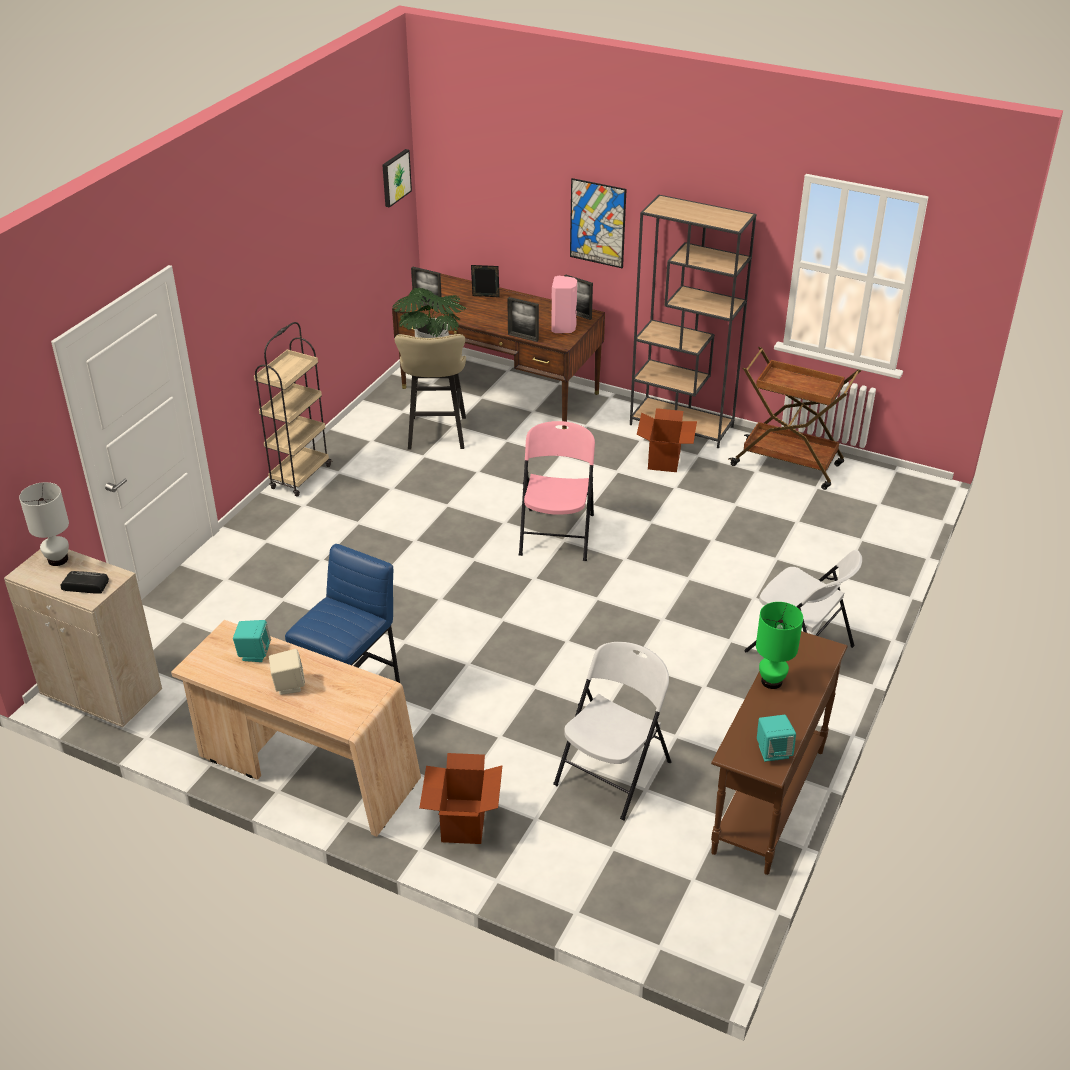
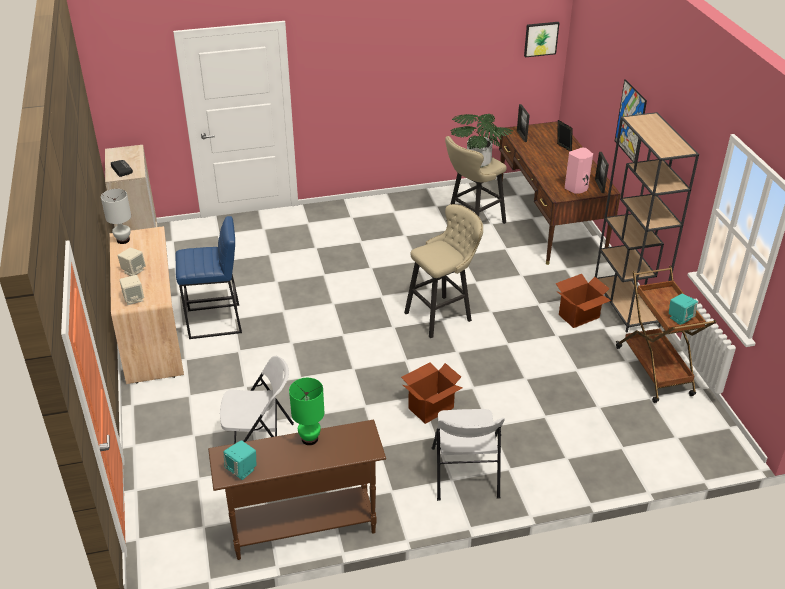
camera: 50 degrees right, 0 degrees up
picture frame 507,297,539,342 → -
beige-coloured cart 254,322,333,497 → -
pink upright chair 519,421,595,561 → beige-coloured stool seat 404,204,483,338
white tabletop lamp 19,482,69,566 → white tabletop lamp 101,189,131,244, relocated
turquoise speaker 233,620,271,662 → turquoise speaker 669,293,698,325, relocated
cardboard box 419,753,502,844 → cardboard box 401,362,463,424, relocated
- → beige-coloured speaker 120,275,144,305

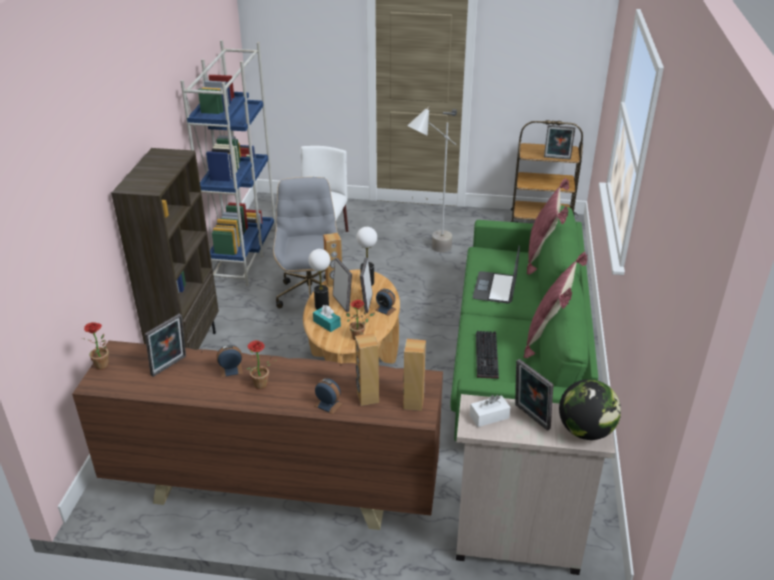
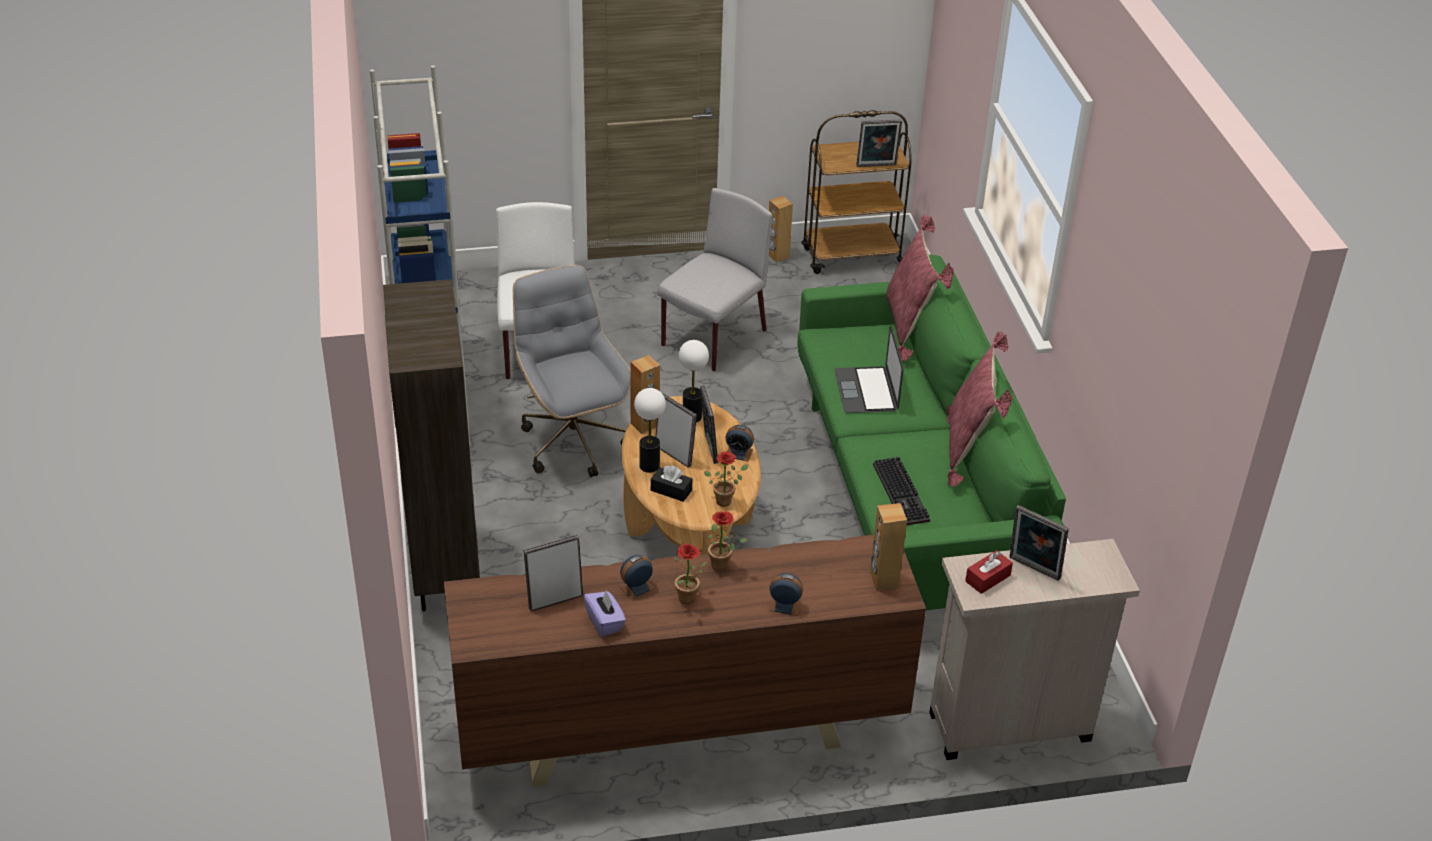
camera: 20 degrees left, 5 degrees up
grey standard lamp 407,106,456,252 → grey upright chair 657,188,772,371
turquoise box of tissues 313,305,341,332 → black box of tissues 651,465,692,502
picture frame 145,314,186,377 → picture frame 524,535,583,611, 135 degrees counterclockwise
plant in a pot 82,322,109,370 → plant in a pot 708,511,748,571, relocated
brown speaker 355,333,379,406 → brown speaker 769,196,793,263, relocated
world globe 559,379,621,440 → -
white box of tissues 470,395,511,427 → reddish box of tissues 965,550,1013,594
- → purple box of tissues 583,591,626,637

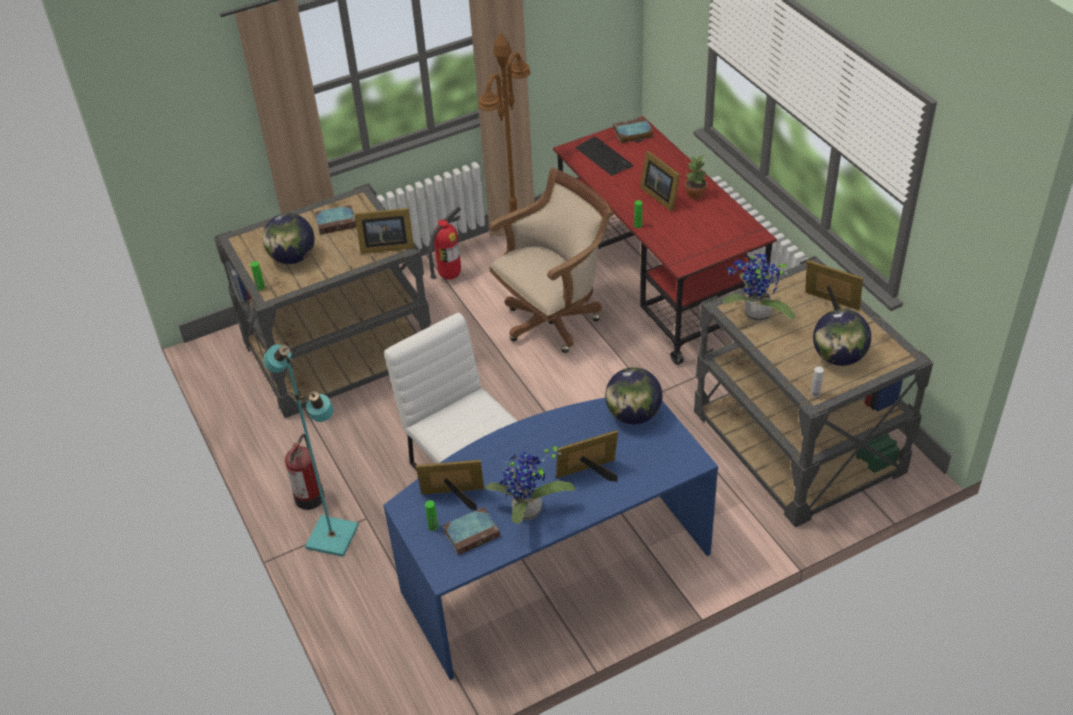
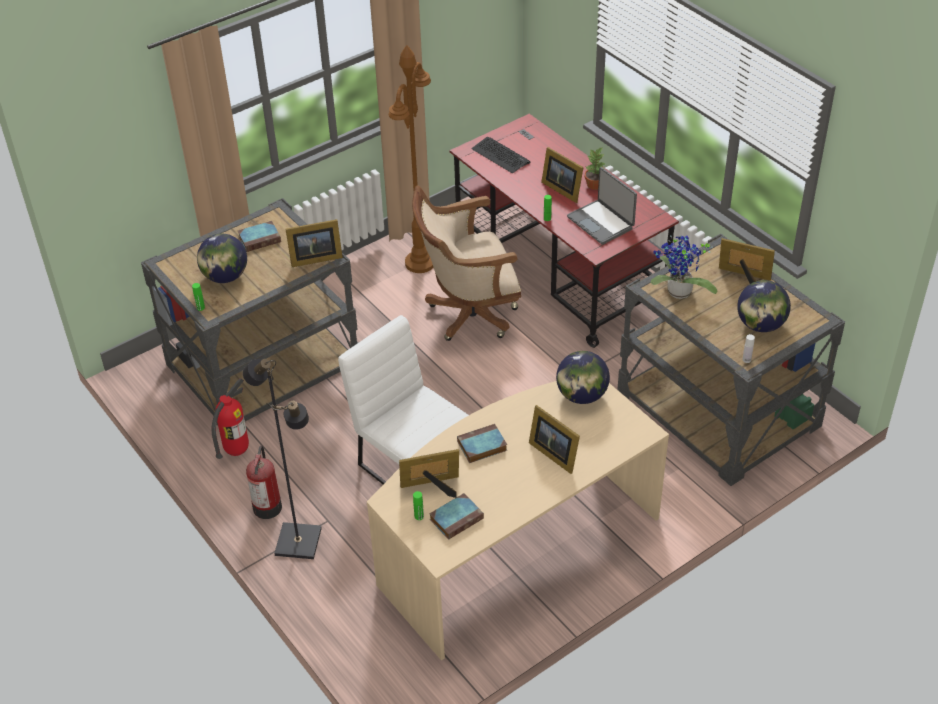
camera: 10 degrees left, 0 degrees up
volume 613,118,653,143 → volume 457,424,507,463, relocated
office chair 489,167,614,353 → office chair 412,186,521,341, 150 degrees counterclockwise
fire-fighting cylinder 428,206,461,280 → fire-fighting cylinder 212,378,249,459, relocated
turquoise standard lamp 263,344,359,557 → black standard lamp 243,359,322,559
blue-coloured desk unit 383,398,718,680 → beige-coloured desk unit 367,381,669,660
picture frame 556,430,618,482 → picture frame 529,405,580,474, 105 degrees counterclockwise
plant in a pot 486,447,575,523 → -
- → laptop 567,167,637,244

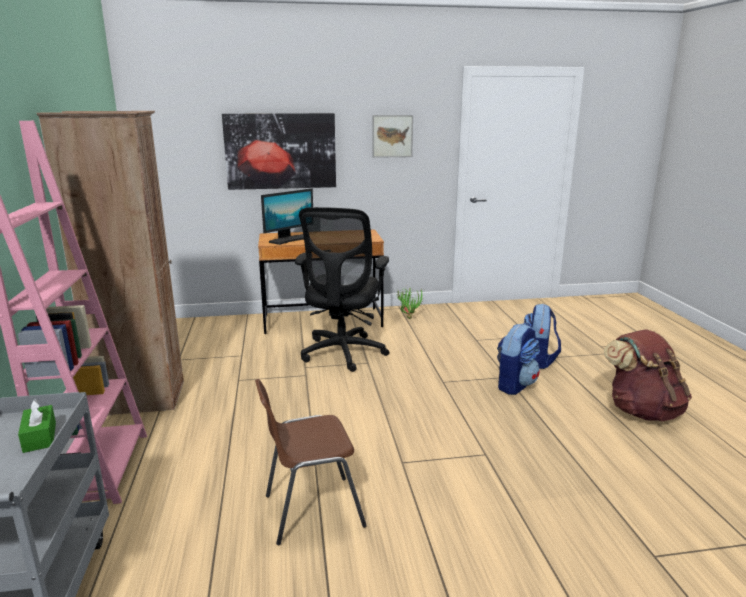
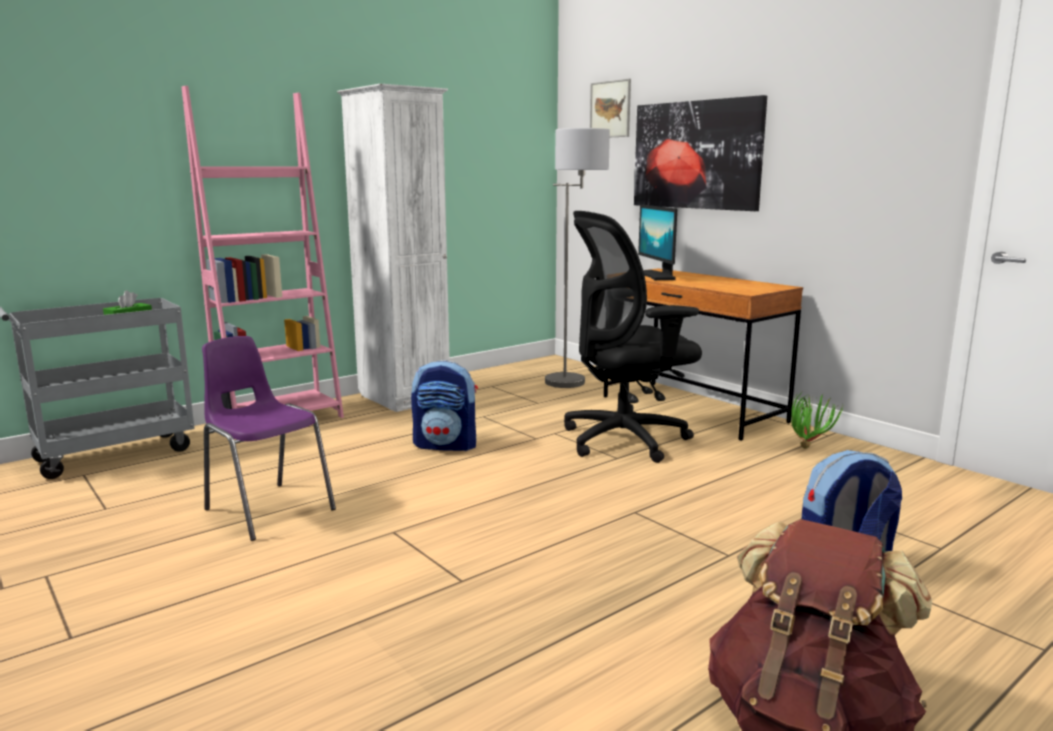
camera: 60 degrees right, 5 degrees down
brown cabinet 37,111,184,415 → white cabinet 337,84,450,412
wall art 373,115,413,158 → wall art 590,79,631,137, relocated
computer screen 261,188,313,245 → computer screen 638,204,677,280, 60 degrees clockwise
knapsack 497,323,540,395 → knapsack 411,360,478,451, relocated
brown upright chair 255,379,367,545 → purple upright chair 202,336,336,541
- → grey standard lamp 545,128,610,388

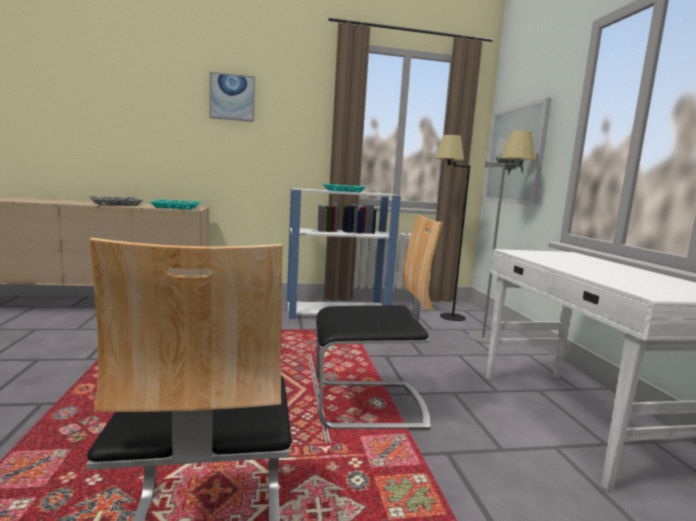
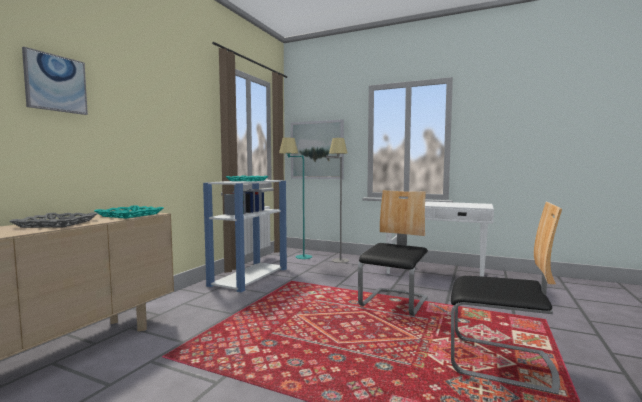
camera: 55 degrees left, 5 degrees down
wall art 210,72,255,122 → wall art 22,47,88,115, relocated
black standard lamp 435,135,470,321 → turquoise standard lamp 279,137,312,259

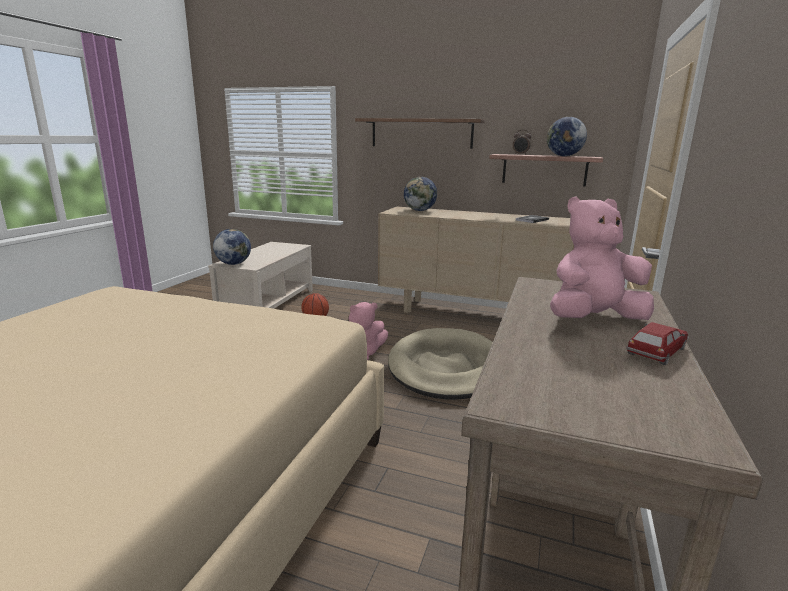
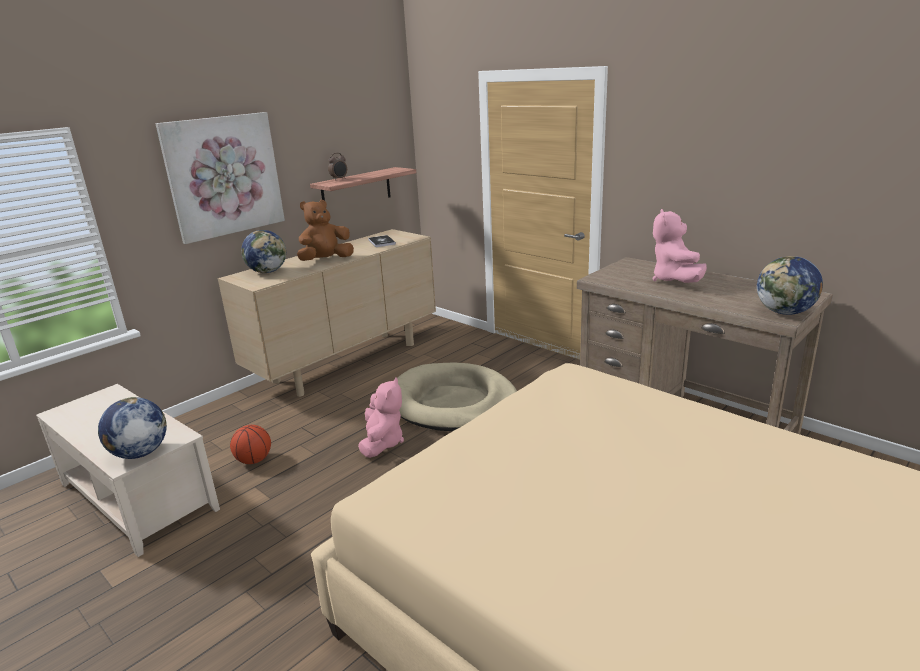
camera: 65 degrees left, 5 degrees up
world globe 547,117,587,156 → world globe 757,256,823,315, relocated
brown shelf 355,118,485,149 → wall art 156,112,285,244
model car 626,322,689,365 → -
- → brown cuddly toy 297,200,354,261

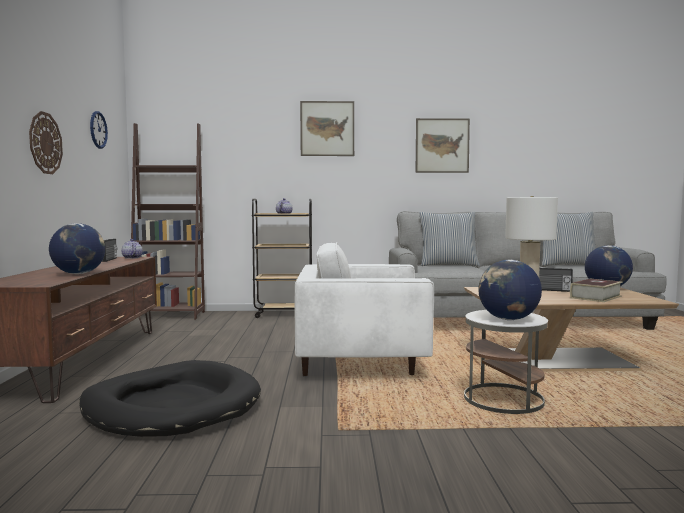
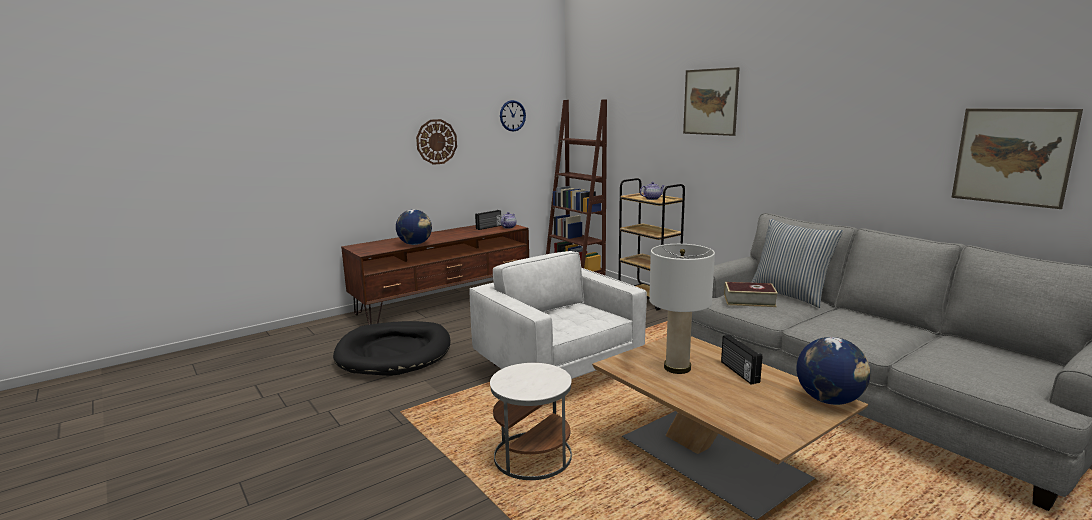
camera: 55 degrees right, 10 degrees up
wall art 415,118,470,173 → wall art 951,109,1083,209, relocated
pillow 542,212,596,266 → -
world globe 478,260,542,320 → -
volume 570,279,623,302 → volume 724,282,778,307, relocated

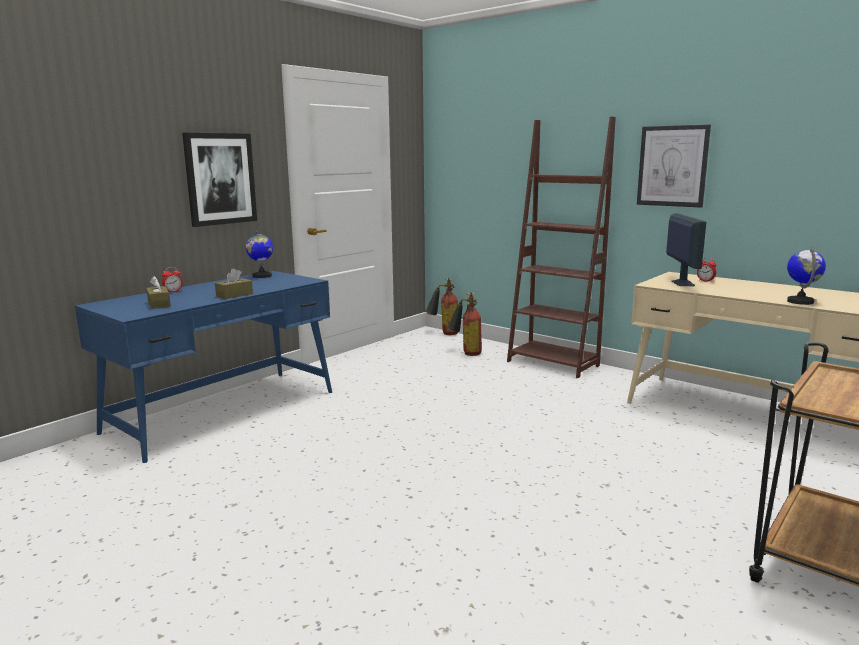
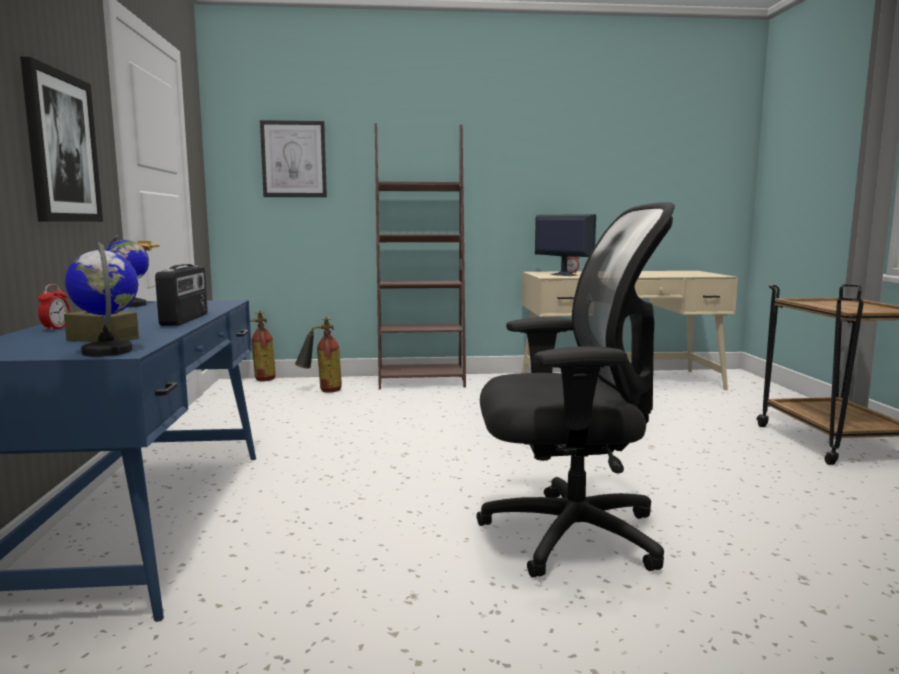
camera: 45 degrees left, 5 degrees down
wall art 637,124,711,208 → wall art 260,120,327,197, relocated
world globe 787,247,826,305 → world globe 65,242,138,357, relocated
brown box of tissues 215,268,253,299 → radio 155,264,208,326
- → black office chair 476,202,675,577

